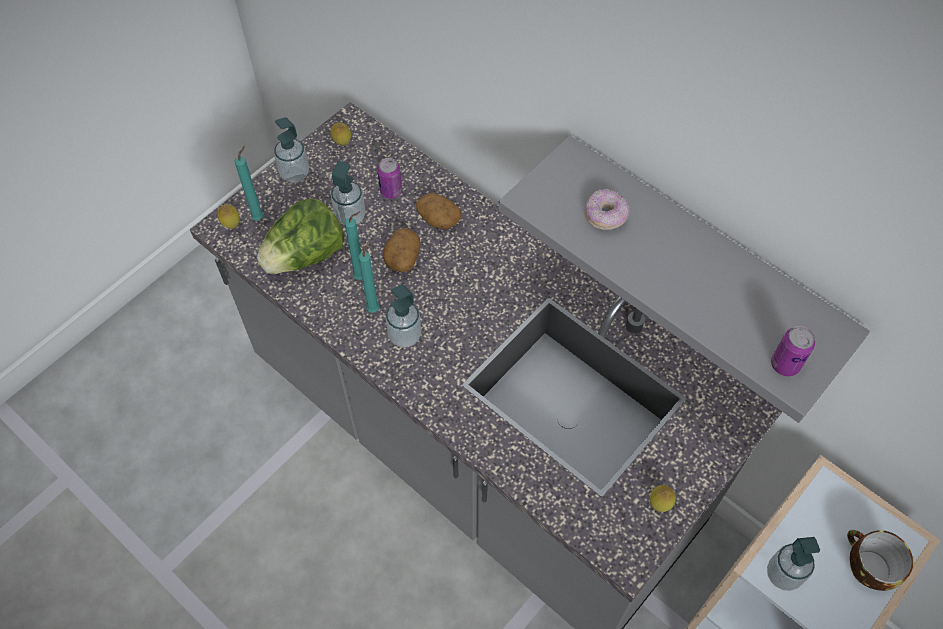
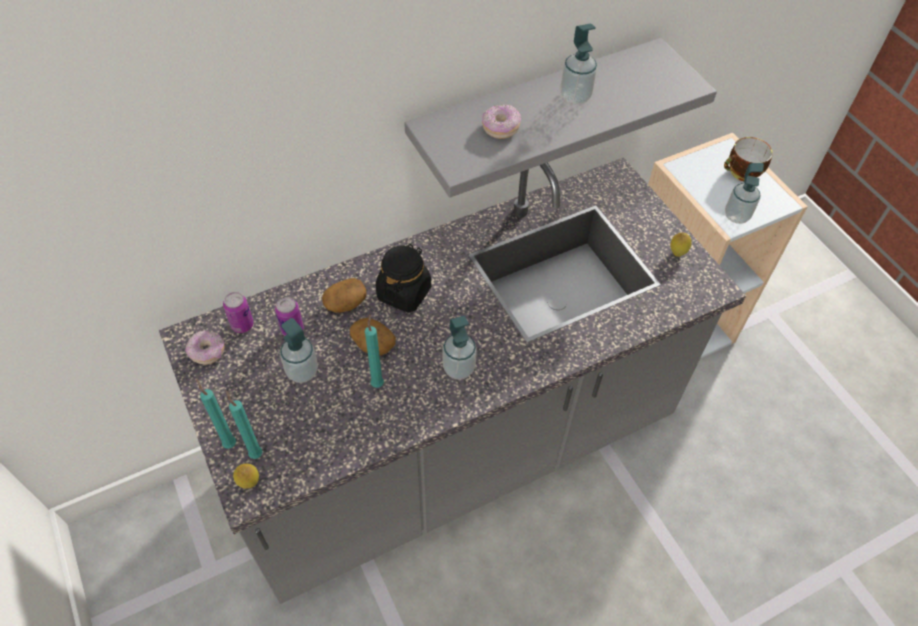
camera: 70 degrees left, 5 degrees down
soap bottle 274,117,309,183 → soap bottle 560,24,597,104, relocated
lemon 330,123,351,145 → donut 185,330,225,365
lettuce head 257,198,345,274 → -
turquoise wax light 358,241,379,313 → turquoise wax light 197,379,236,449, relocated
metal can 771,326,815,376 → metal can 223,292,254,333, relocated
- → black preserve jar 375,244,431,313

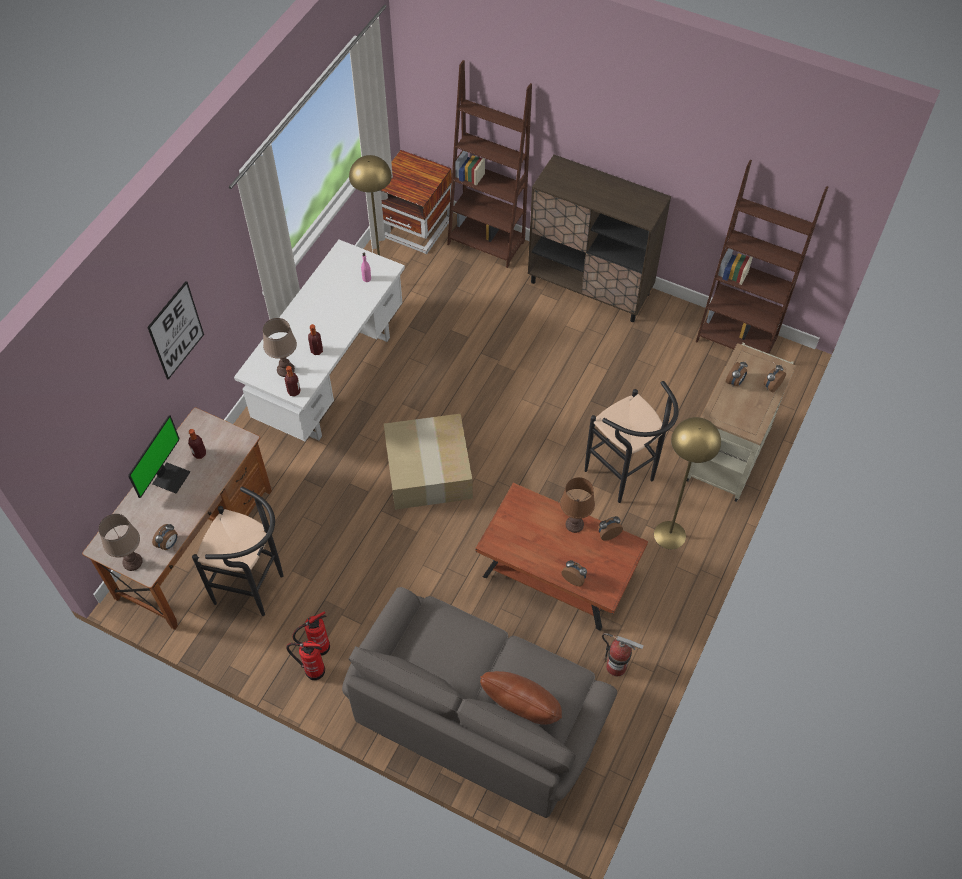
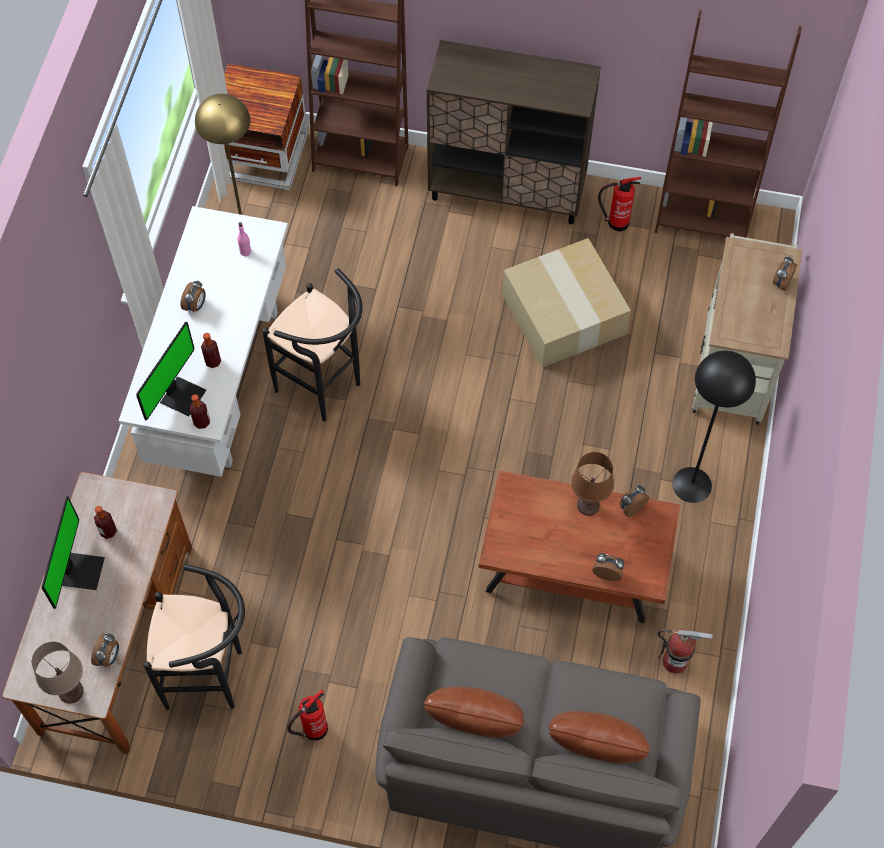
camera: 15 degrees left, 5 degrees up
wall art 147,281,204,380 → -
brown tabletop lamp 263,318,297,377 → computer screen 136,322,206,420
bedside clock 726,361,748,387 → bedside clock 180,280,206,313, relocated
black stool seat 585,381,679,503 → black stool seat 262,269,362,422, relocated
cardboard box 384,414,473,510 → cardboard box 502,238,631,368, relocated
yellowish standard lamp 654,417,721,549 → black standard lamp 672,351,756,503
fire-fighting cylinder 286,641,325,680 → fire-fighting cylinder 598,177,641,232, relocated
- → brown pillow 423,687,525,738

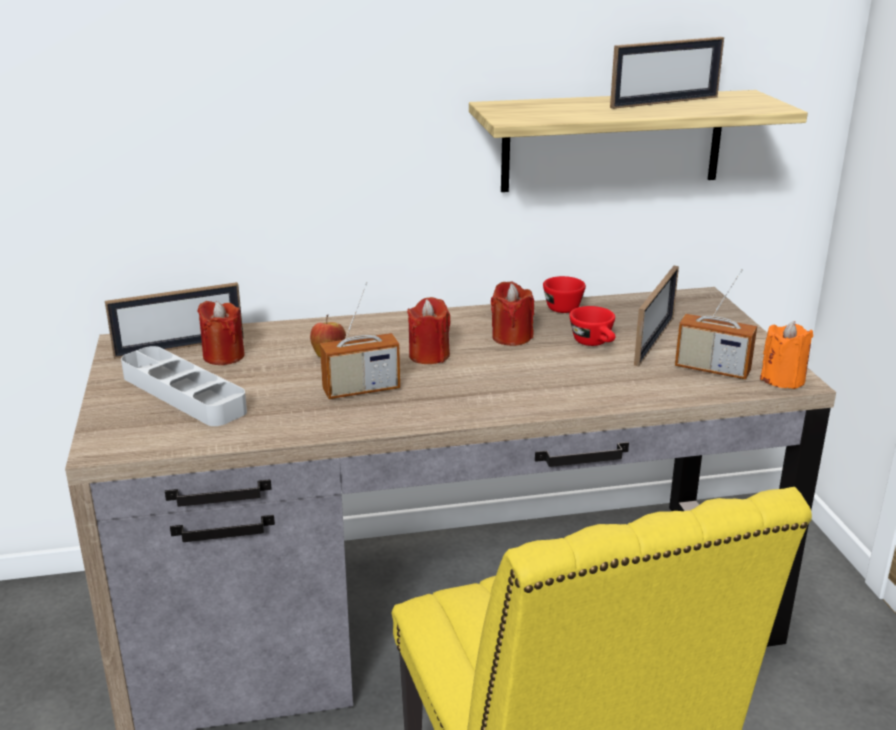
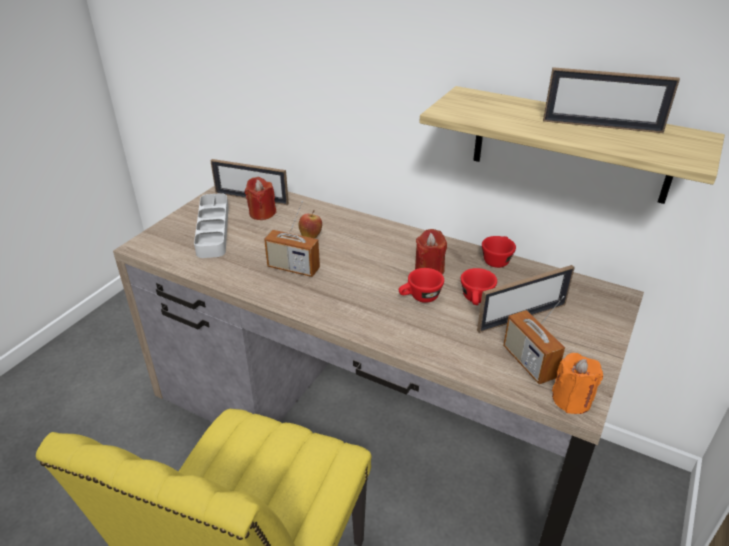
camera: 40 degrees right, 10 degrees up
reddish wax light 407,297,450,364 → -
- → reddish drinking cup 399,268,444,303

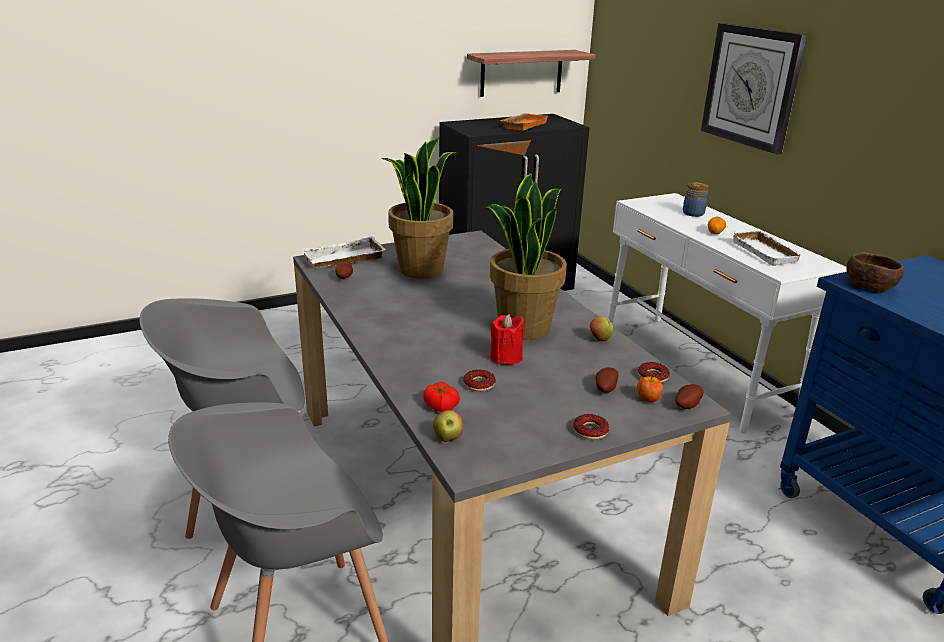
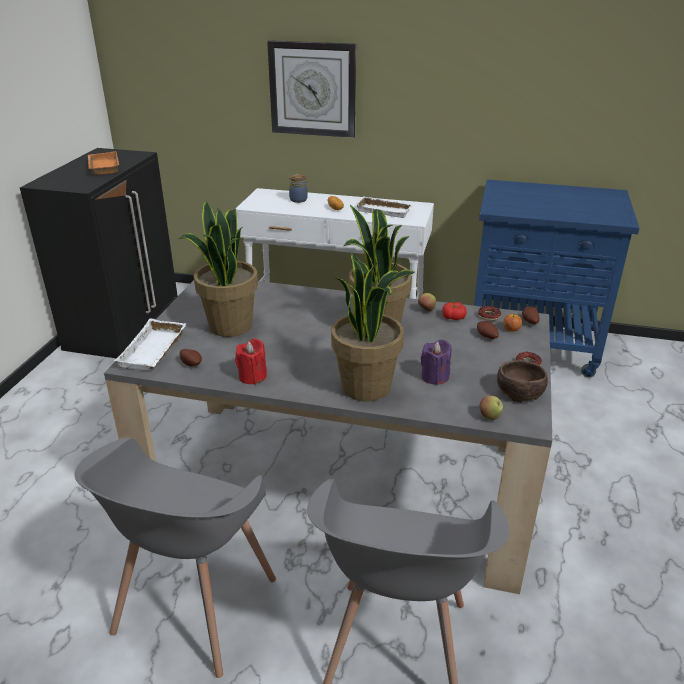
camera: 50 degrees left, 5 degrees up
shelf 467,50,595,97 → -
brown serving bowl 846,252,904,293 → brown serving bowl 497,360,548,403, relocated
reddish wax light 490,314,524,365 → reddish wax light 235,339,267,385, relocated
donut 463,369,496,392 → purple wax light 421,340,451,385
tomato 423,382,460,412 → tomato 442,302,467,320, relocated
- → plant in a pot 331,253,415,401

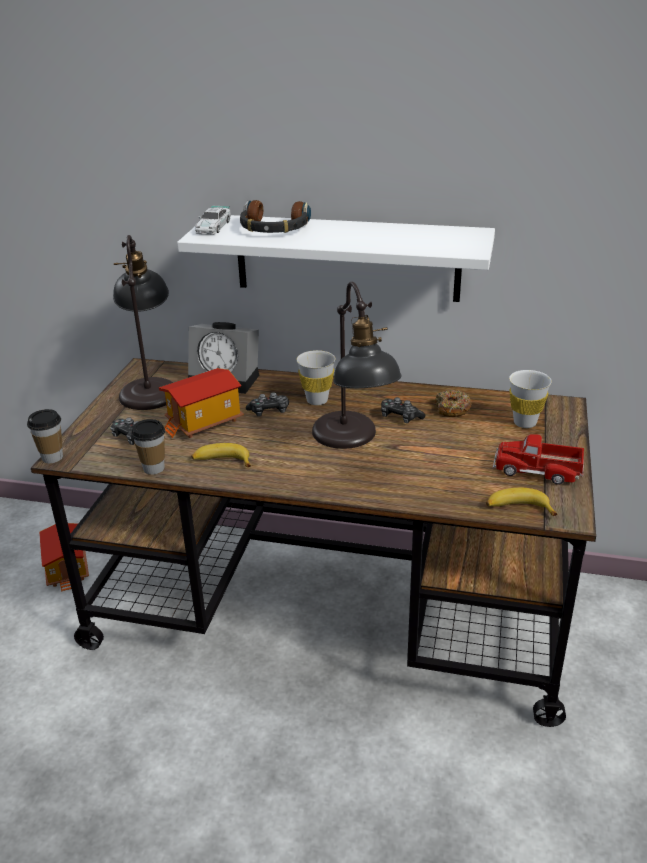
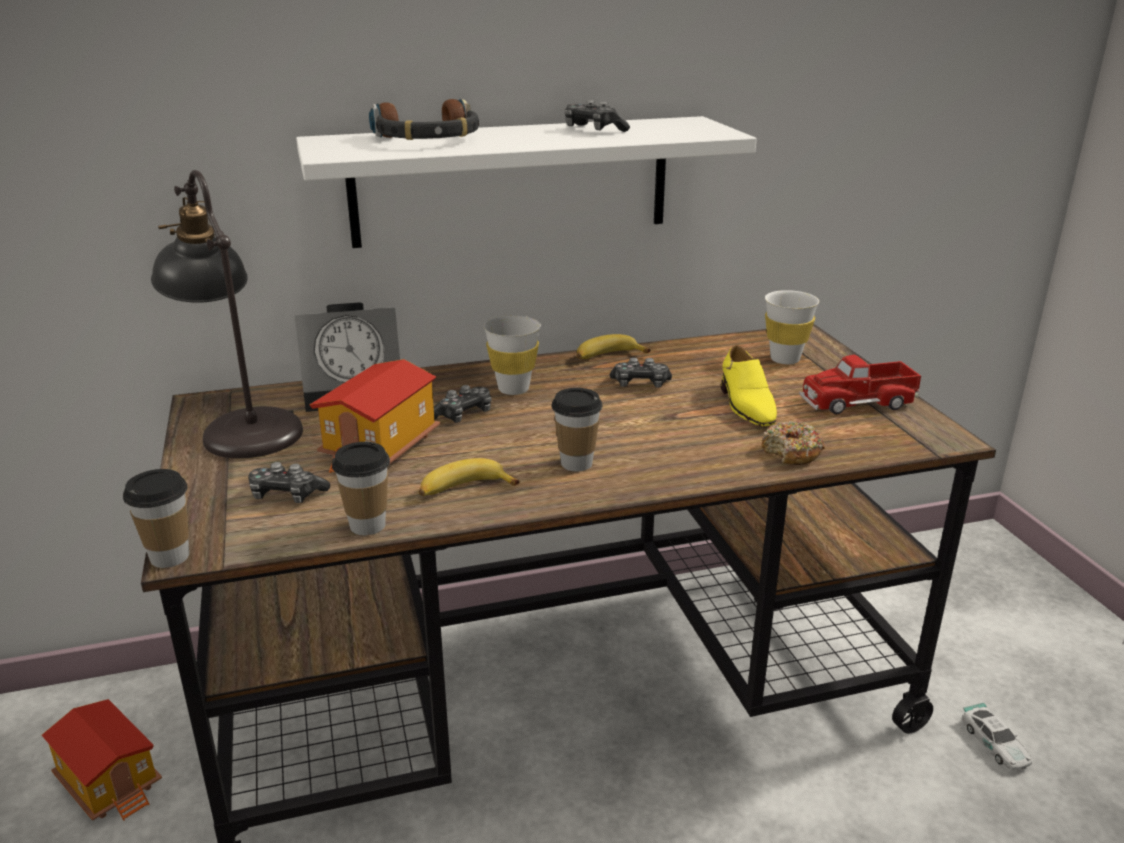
camera: 30 degrees left, 5 degrees down
model car 195,206,231,235 → model car 962,703,1032,771, relocated
grey tabletop lamp 312,282,402,449 → -
donut 435,390,472,417 → donut 761,421,825,465, relocated
banana 486,488,557,516 → banana 577,334,651,359, relocated
- → gamepad 565,100,630,132
- → yellowish low shoe 721,345,777,426
- → drinking cup 552,388,603,472

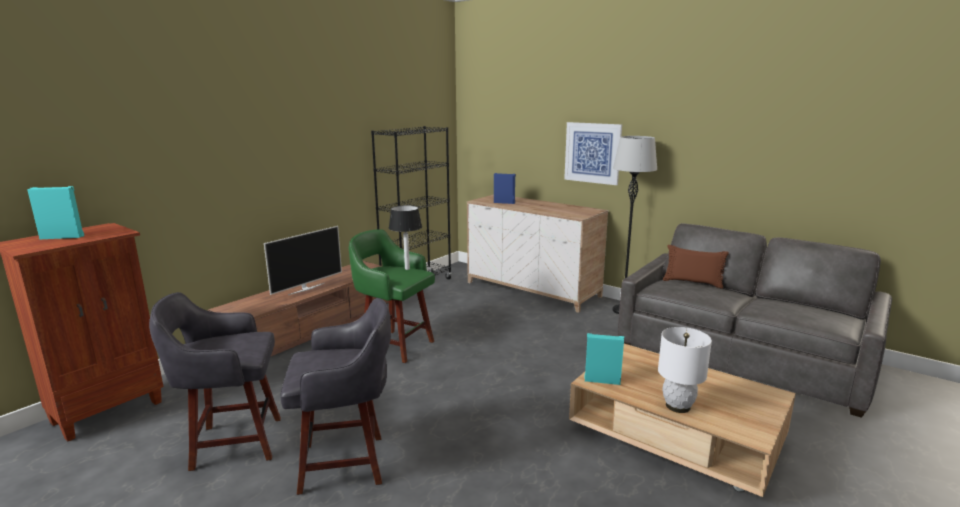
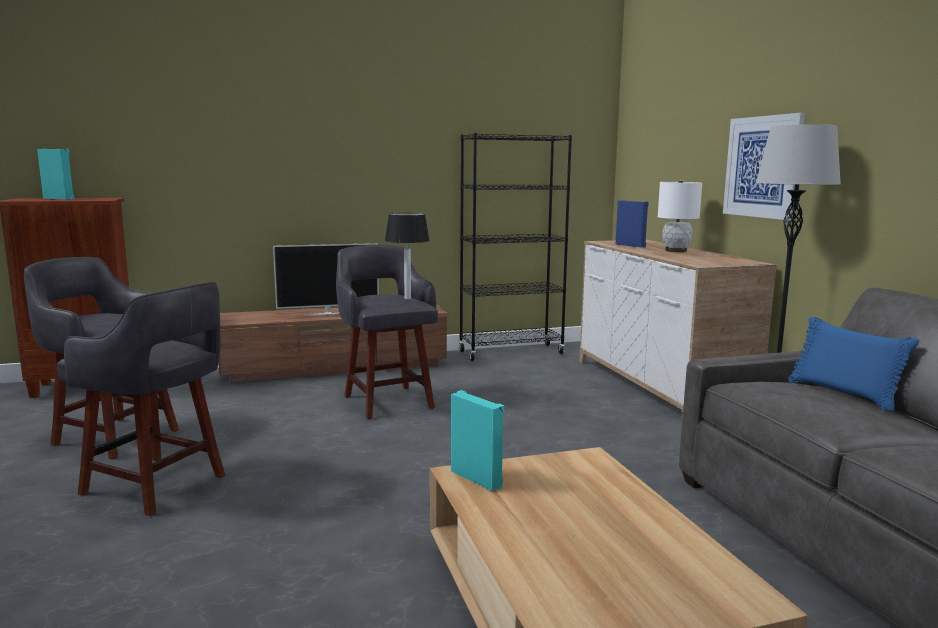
camera: 35 degrees right, 5 degrees down
green stool seat 349,229,435,363 → grey stool seat 336,245,438,419
brown pillow 663,245,729,289 → blue-coloured pillow 788,316,919,412
white tabletop lamp 658,327,712,413 → white tabletop lamp 658,179,702,252, relocated

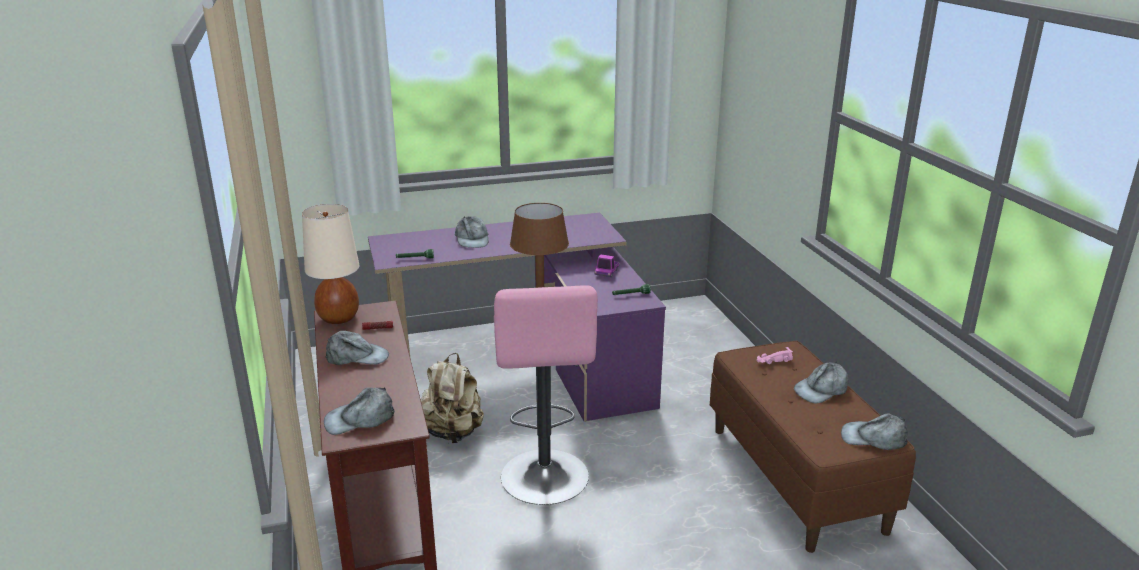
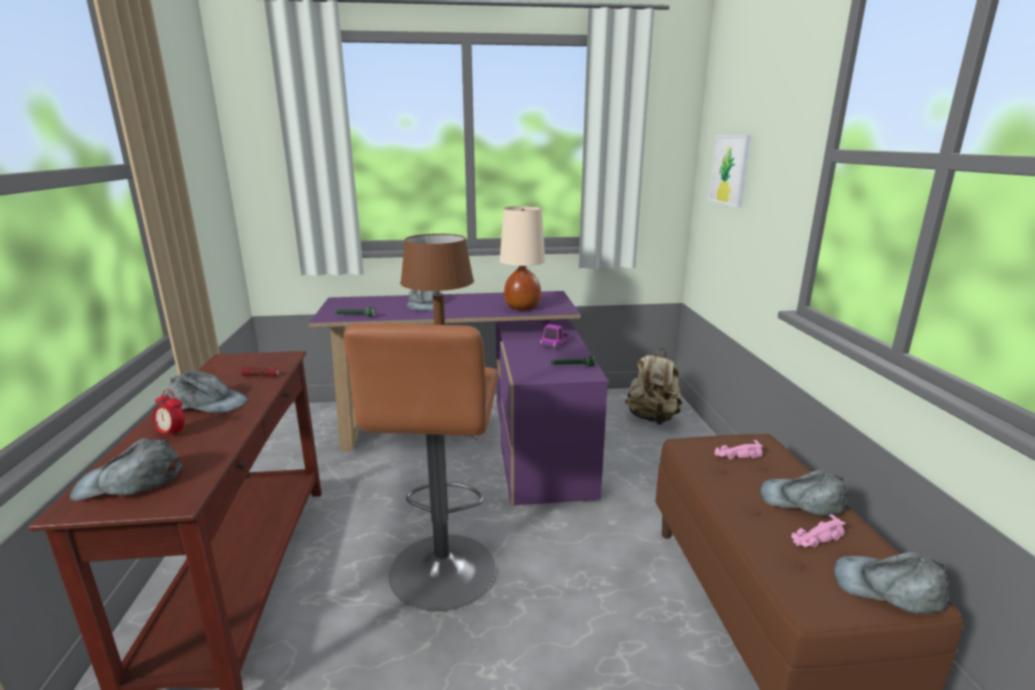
camera: 10 degrees right, 5 degrees down
beige-coloured tabletop lamp 302,204,359,324 → beige-coloured tabletop lamp 500,206,545,311, relocated
pink stool seat 494,285,598,505 → brown stool seat 344,323,498,611
beige-coloured knapsack 421,353,484,443 → beige-coloured knapsack 625,348,683,425, relocated
grey baseball cap 794,362,848,404 → grey baseball cap 760,470,848,516, 45 degrees clockwise
- → wall art 709,135,751,207
- → bedside clock 153,389,185,439
- → pink model car 791,514,846,548

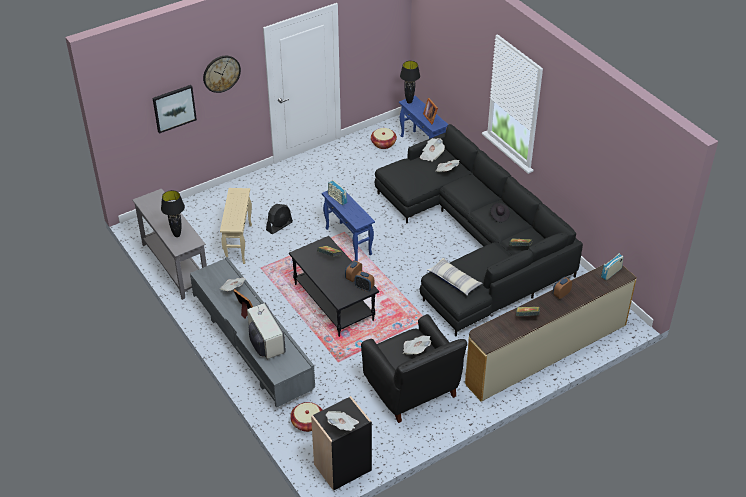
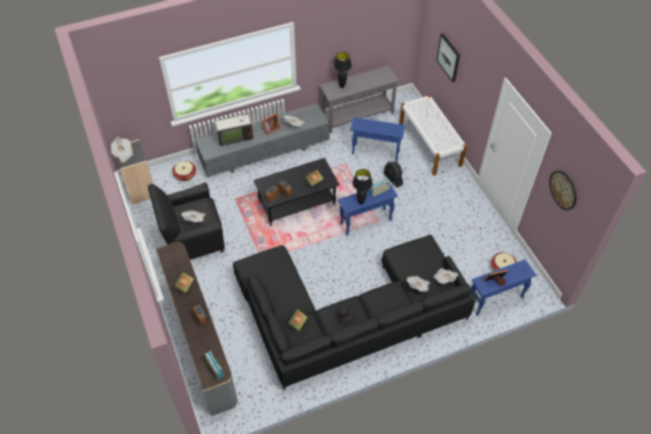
camera: 100 degrees right, 10 degrees up
hanging clock 203,56,241,93 → hanging clock 549,171,577,210, relocated
black tabletop lamp 400,61,420,104 → black tabletop lamp 352,169,373,205, relocated
beige-coloured side table 220,188,252,264 → blue-coloured side table 350,117,405,162
pillow 427,258,483,296 → -
brown cabinet 465,265,637,402 → grey cabinet 156,242,238,416
- → white indoor bench 399,95,467,176

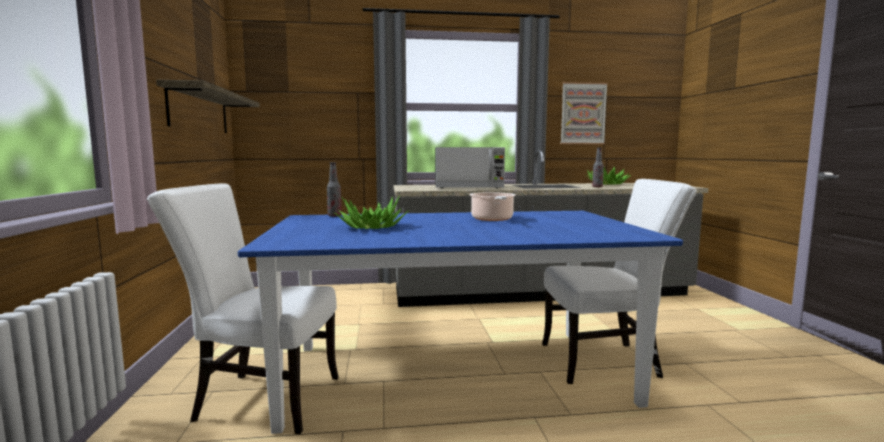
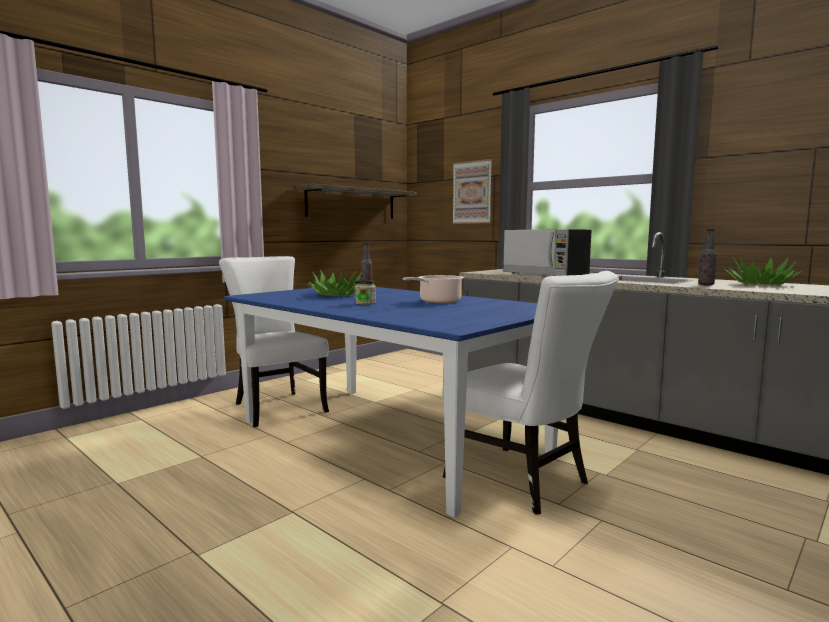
camera: 50 degrees right, 0 degrees up
wall art 560,82,608,144 → wall art 452,159,492,224, relocated
- → preserve jar 354,280,376,305

